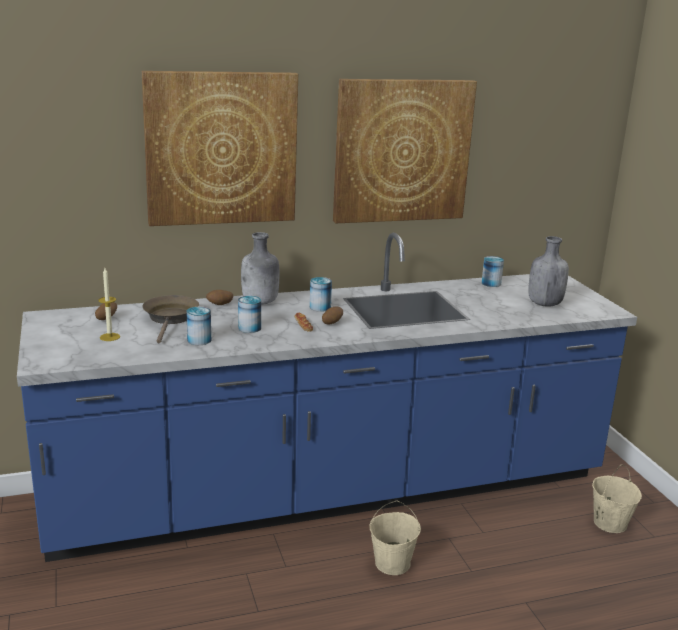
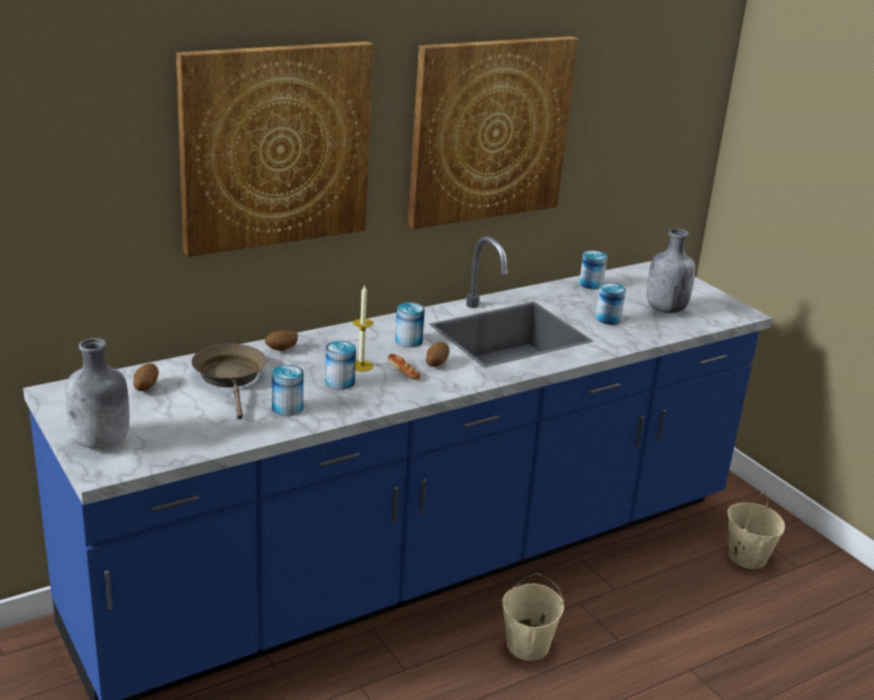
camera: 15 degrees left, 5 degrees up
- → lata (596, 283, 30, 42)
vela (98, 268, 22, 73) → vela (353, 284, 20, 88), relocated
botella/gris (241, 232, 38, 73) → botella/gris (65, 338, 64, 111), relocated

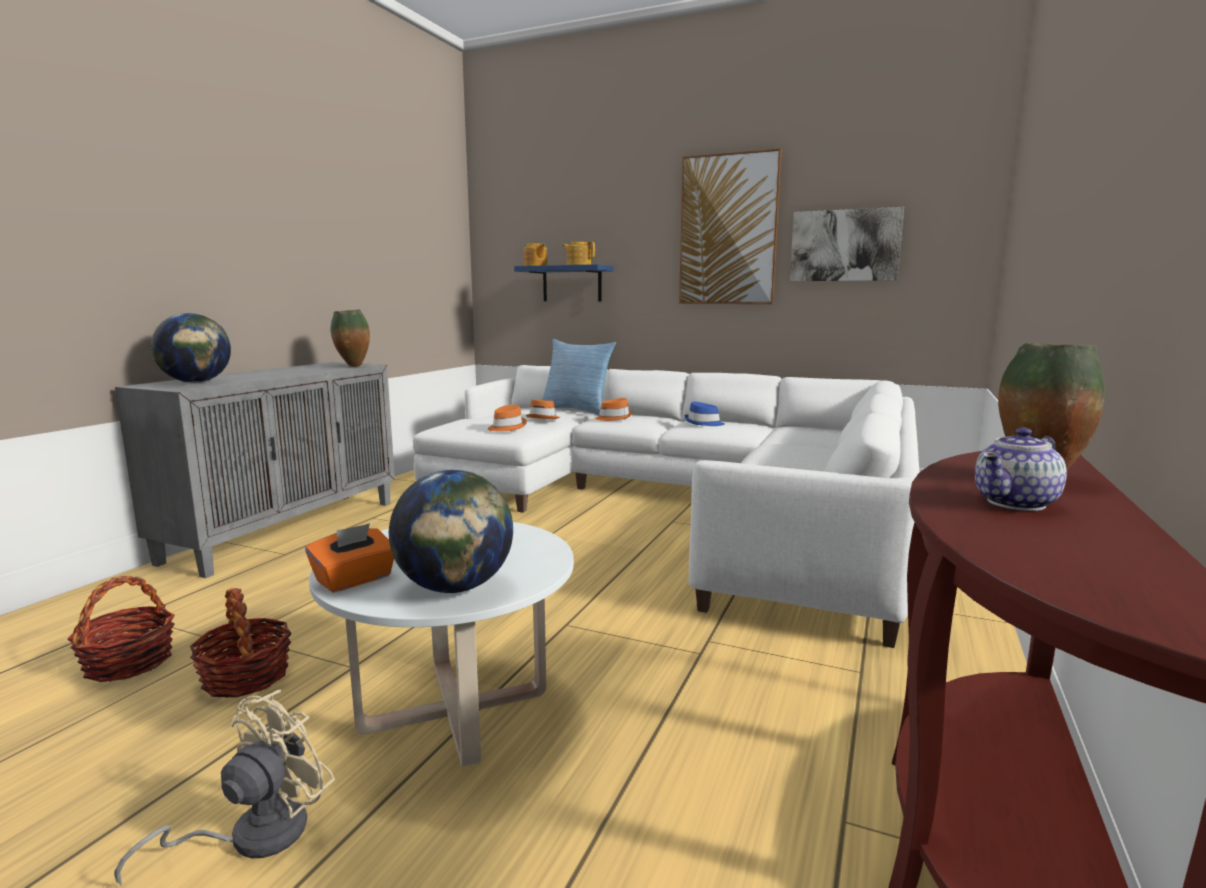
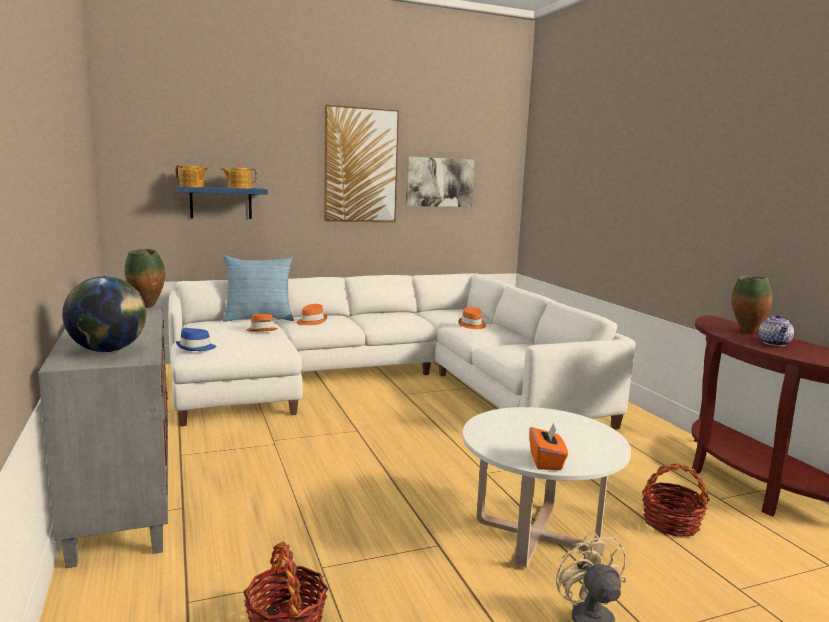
camera: 45 degrees left, 0 degrees up
globo terráqueo (389, 470, 124, 123) → -
cesta (190, 588, 102, 110) → cesta (642, 464, 68, 73), relocated
sombrero/naranja (488, 405, 39, 26) → sombrero/naranja (458, 307, 28, 22), relocated
sombrero/azul (685, 402, 40, 24) → sombrero/azul (176, 328, 40, 23), relocated

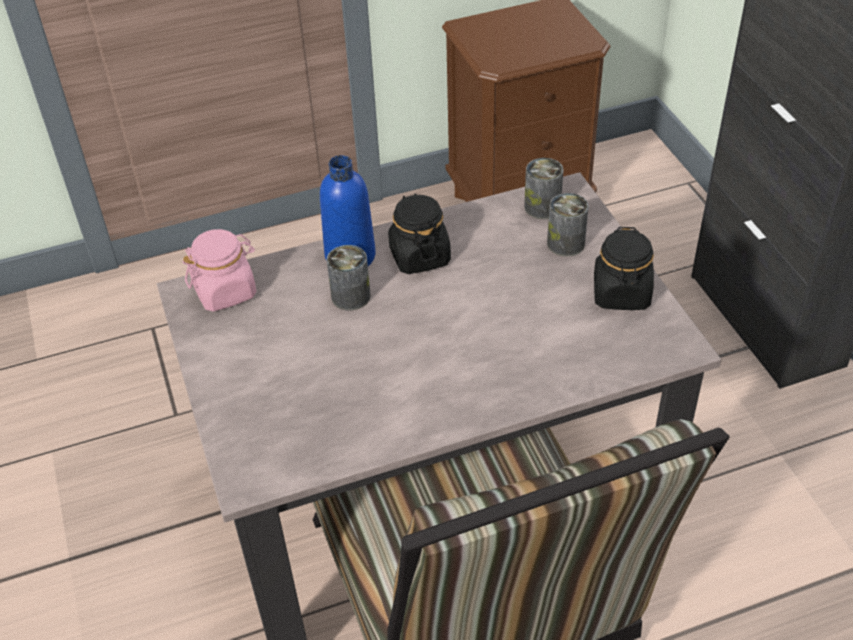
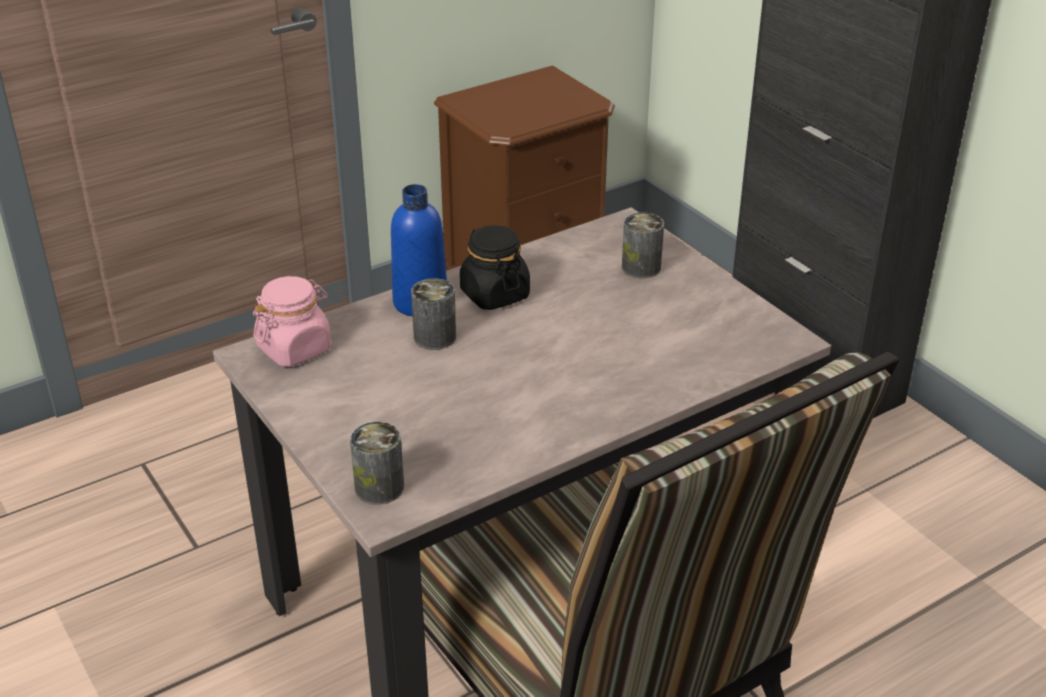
camera: 15 degrees left, 10 degrees down
tarro/negro (594, 227, 60, 83) → -
lata (524, 158, 39, 61) → lata (350, 422, 54, 83), relocated

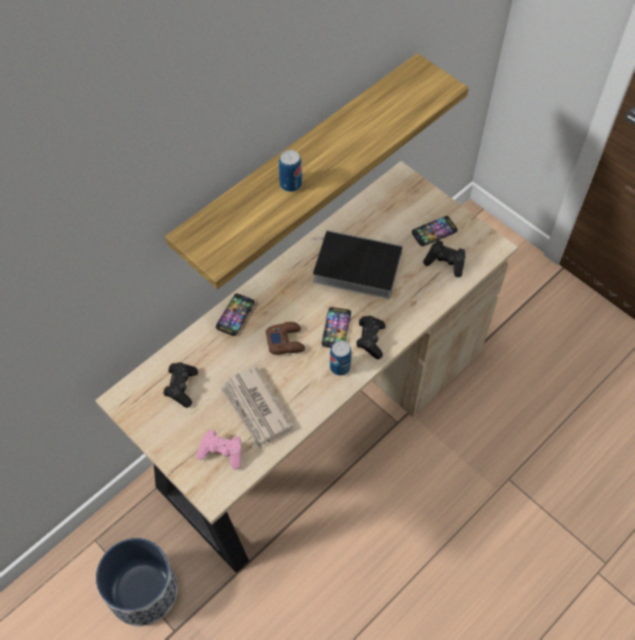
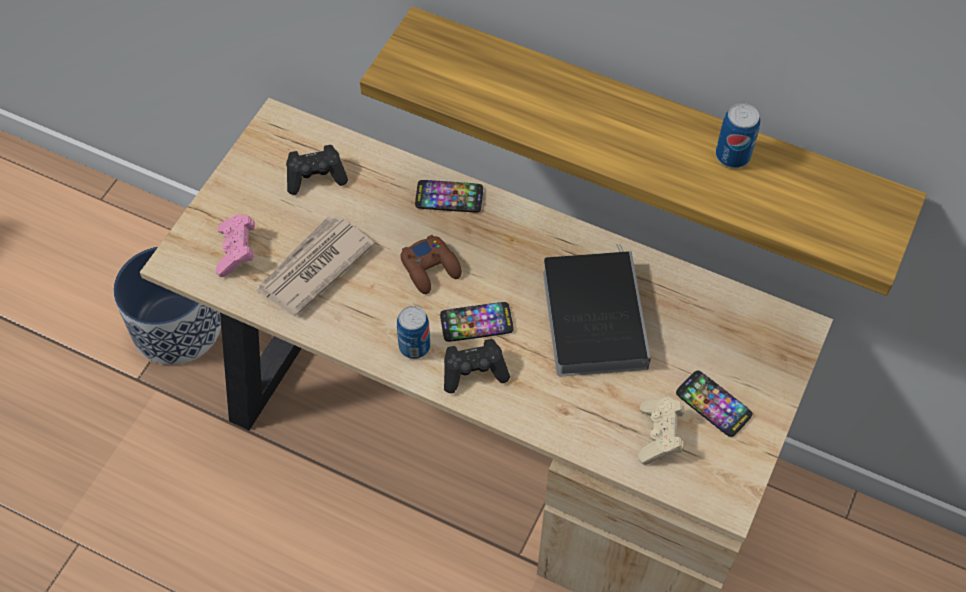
camera: 70 degrees right, 0 degrees up
lata (279, 150, 23, 42) → lata (716, 103, 44, 65), relocated
mando de consola/negro (423, 240, 42, 37) → mando de consola/beis (638, 397, 46, 68)

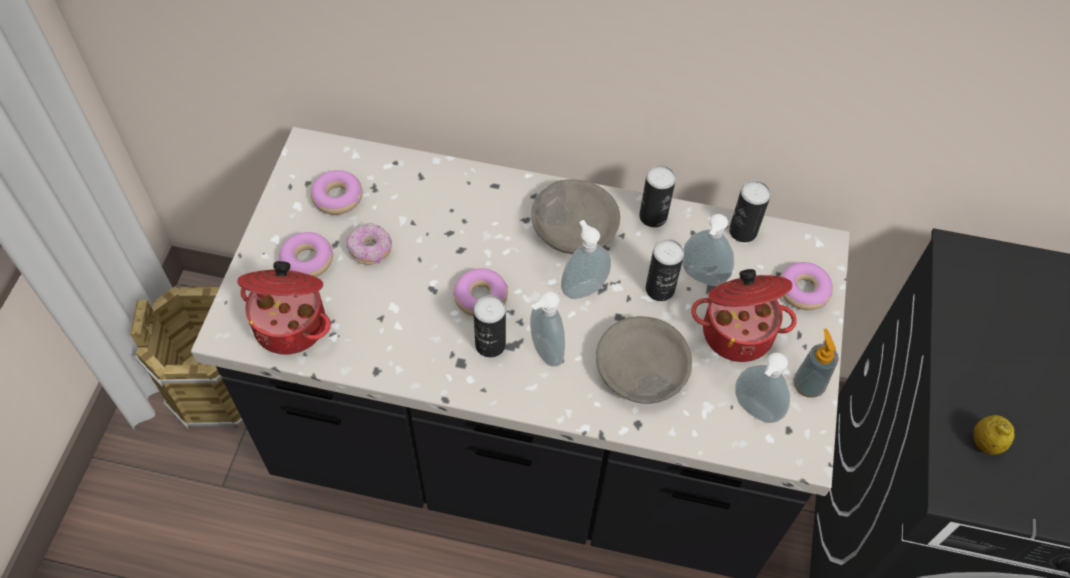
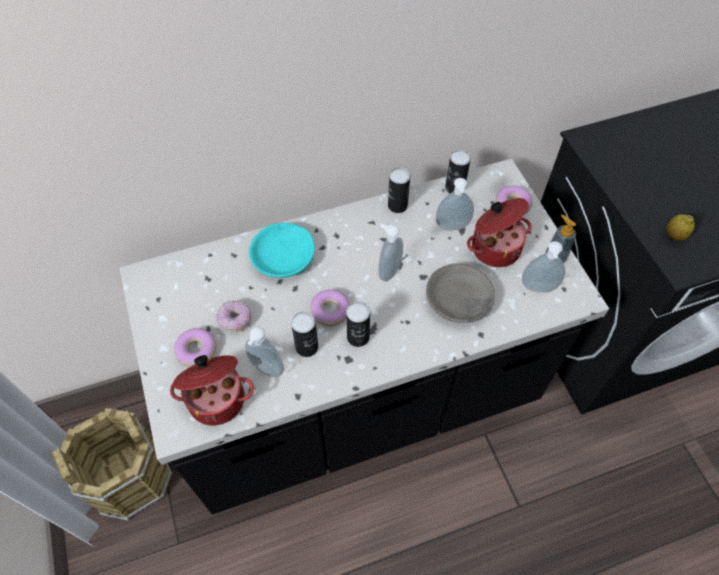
camera: 30 degrees left, 0 degrees up
rosquilla (311, 170, 52, 45) → -
cuenco/gris (531, 179, 89, 75) → -
- → cuenco/turquesa (249, 223, 66, 55)
dispensador de jabón (530, 291, 35, 75) → dispensador de jabón (245, 326, 39, 51), relocated
lata (645, 239, 39, 62) → lata (291, 312, 27, 45), relocated

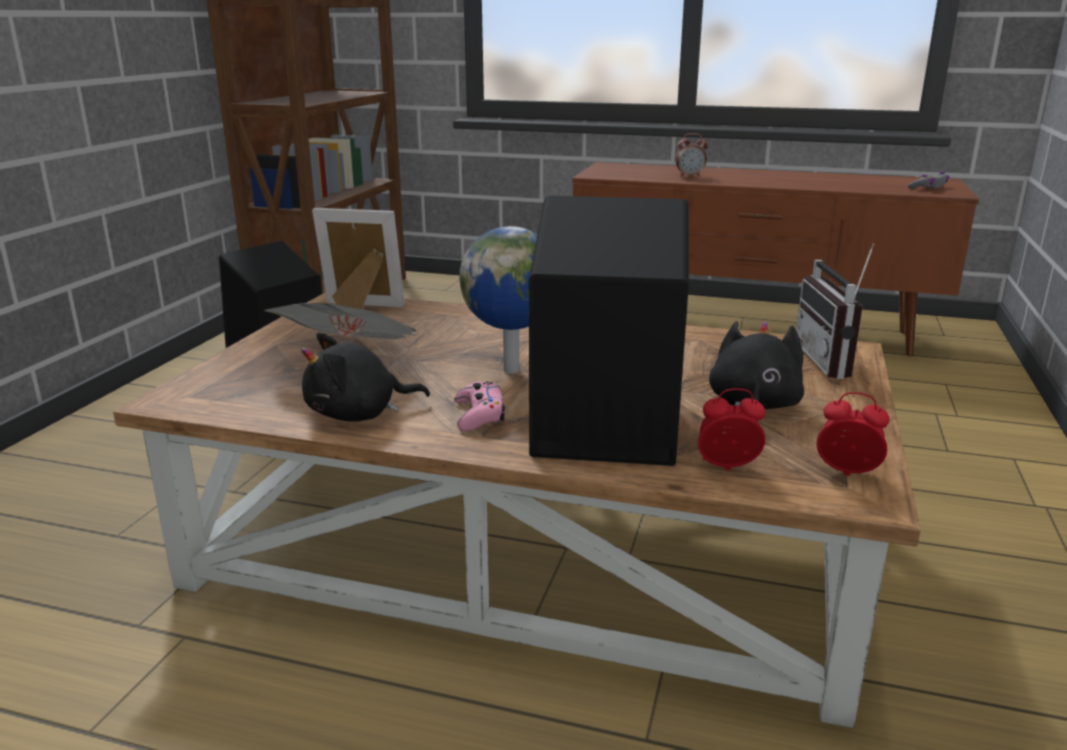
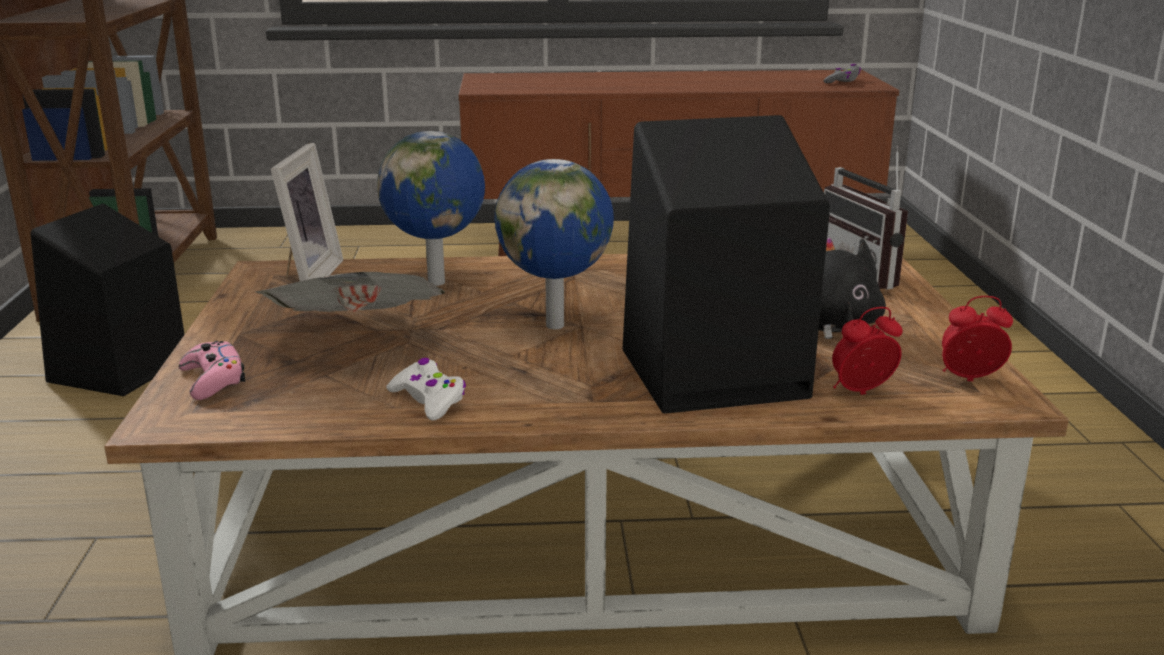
camera: 20 degrees left, 0 degrees up
despertador (675, 133, 33, 44) → -
- → globo terráqueo (377, 131, 108, 155)
mando de consola/rosa (454, 382, 51, 49) → mando de consola/rosa (179, 341, 66, 59), relocated
peluche/negro (301, 332, 129, 90) → mando de consola/blanco (386, 358, 80, 62)
portarretratos (312, 208, 93, 101) → portarretratos (271, 143, 72, 138), 105 degrees clockwise

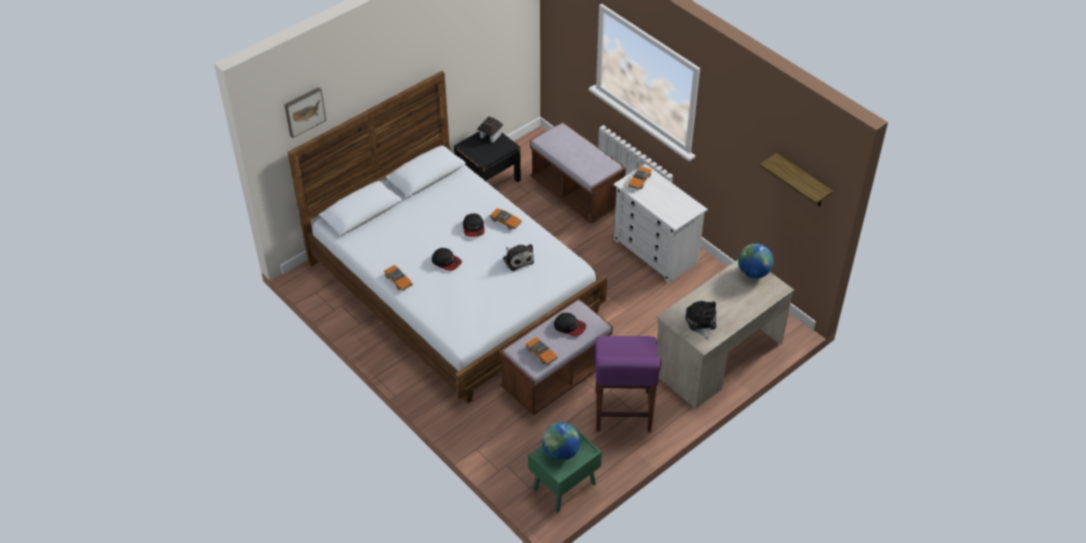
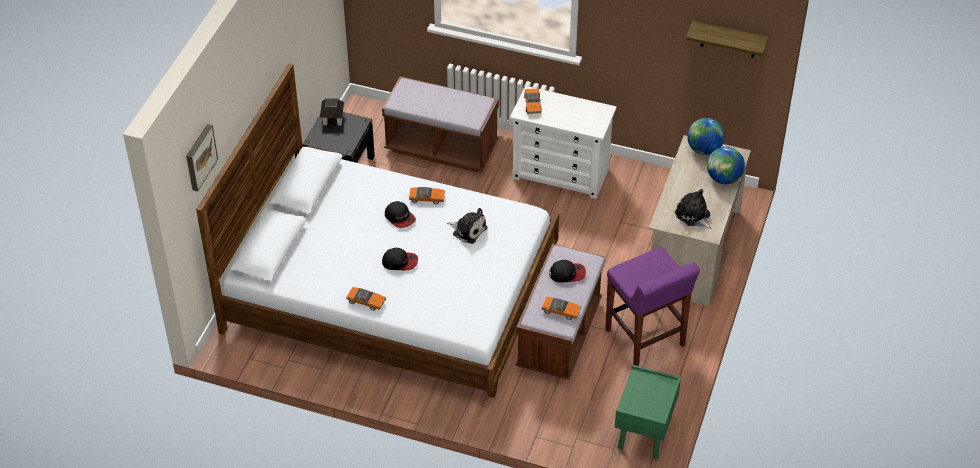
camera: 30 degrees left, 0 degrees up
globo terráqueo (542, 422, 38, 39) → globo terráqueo (707, 147, 38, 37), relocated

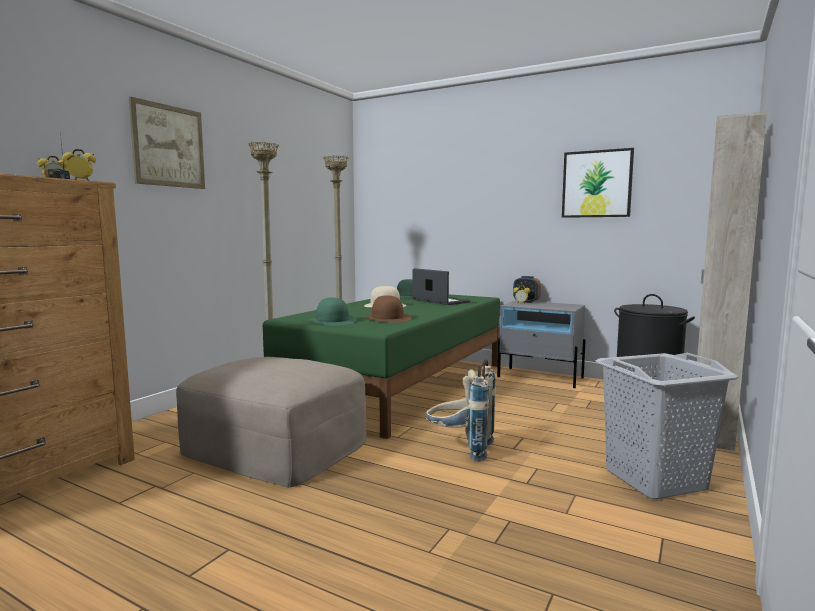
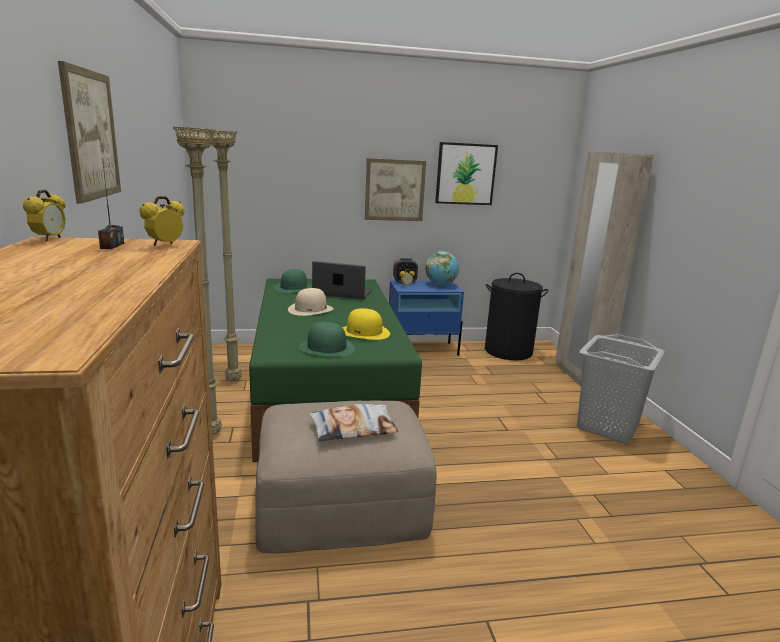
camera: 40 degrees left, 10 degrees up
mochila/beis (425, 359, 71, 103) → -
- → cojín (309, 404, 89, 37)
- → cuadro (365, 158, 61, 63)
- → globo terráqueo (426, 251, 33, 35)
sombrero/marrón (365, 296, 46, 27) → sombrero/amarillo (342, 308, 48, 32)
mesita de noche/gris (497, 300, 89, 88) → mesita de noche/azul (389, 281, 75, 75)

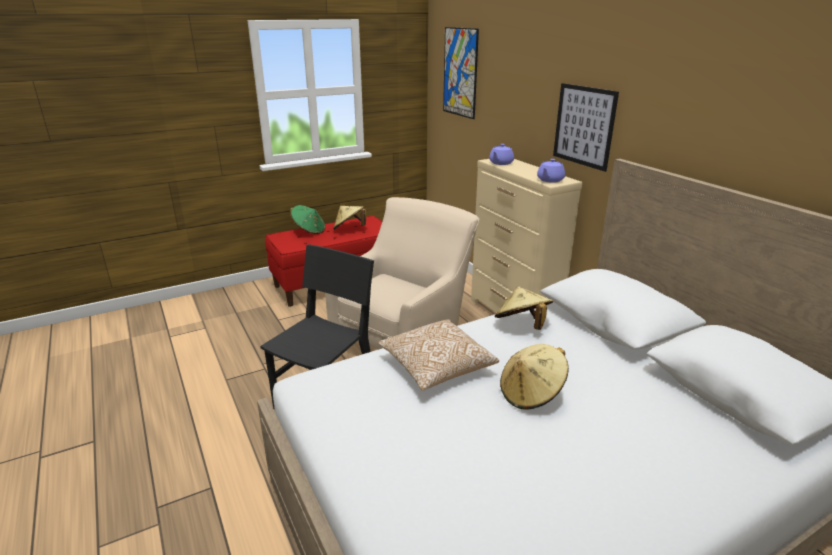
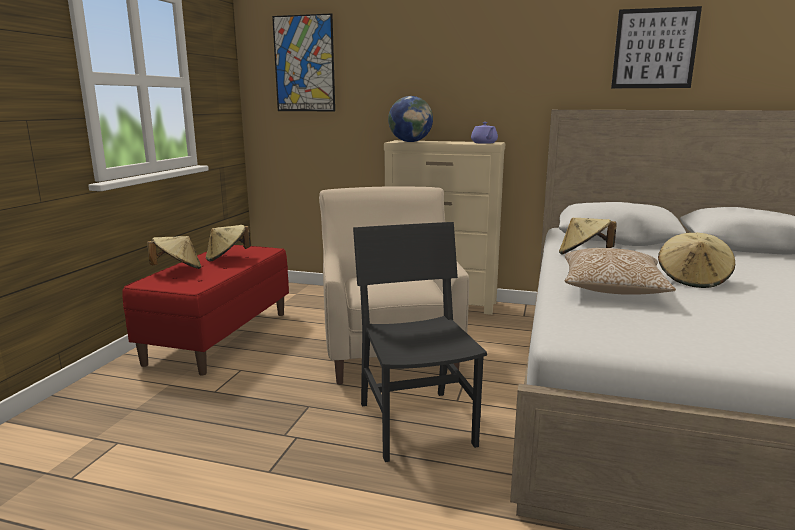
camera: 45 degrees left, 10 degrees down
cuadro (553, 83, 66, 89) → cuadro (611, 6, 91, 82), relocated
tetera/morado (489, 144, 25, 21) → globo terráqueo (388, 96, 45, 46)
sombrero/verde (290, 205, 35, 29) → sombrero/beis (147, 236, 54, 33)

